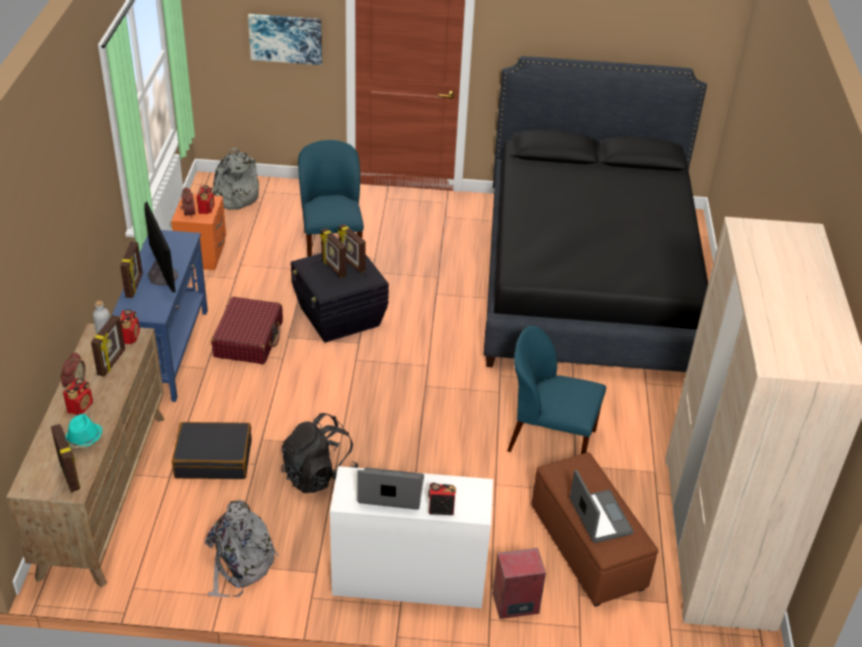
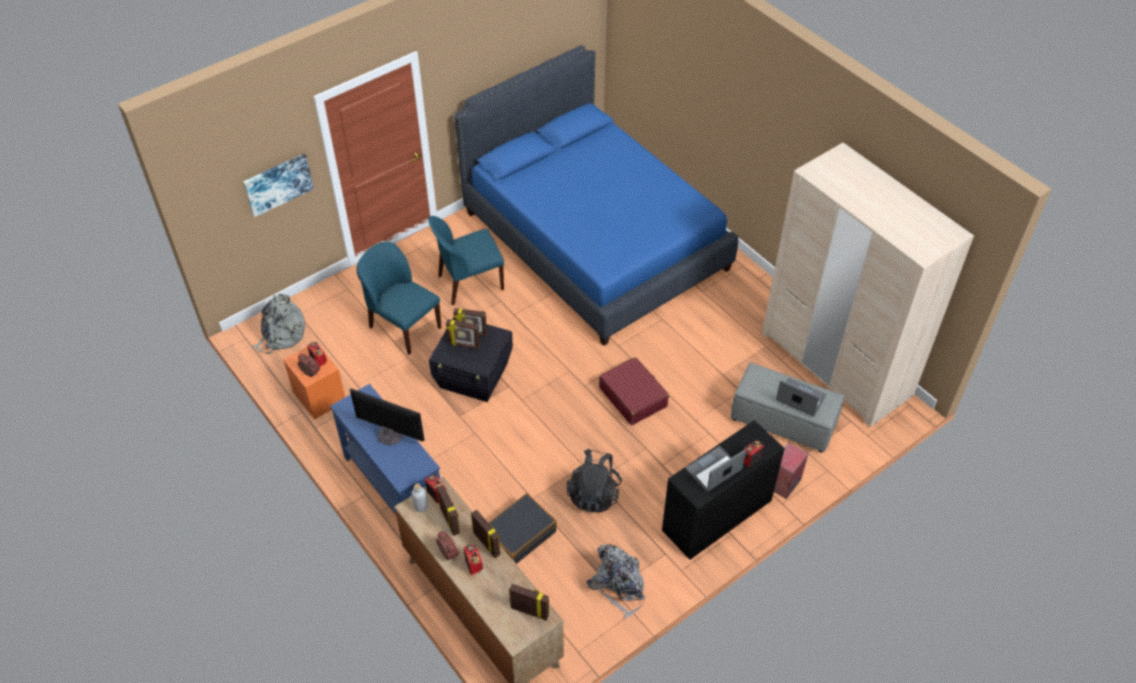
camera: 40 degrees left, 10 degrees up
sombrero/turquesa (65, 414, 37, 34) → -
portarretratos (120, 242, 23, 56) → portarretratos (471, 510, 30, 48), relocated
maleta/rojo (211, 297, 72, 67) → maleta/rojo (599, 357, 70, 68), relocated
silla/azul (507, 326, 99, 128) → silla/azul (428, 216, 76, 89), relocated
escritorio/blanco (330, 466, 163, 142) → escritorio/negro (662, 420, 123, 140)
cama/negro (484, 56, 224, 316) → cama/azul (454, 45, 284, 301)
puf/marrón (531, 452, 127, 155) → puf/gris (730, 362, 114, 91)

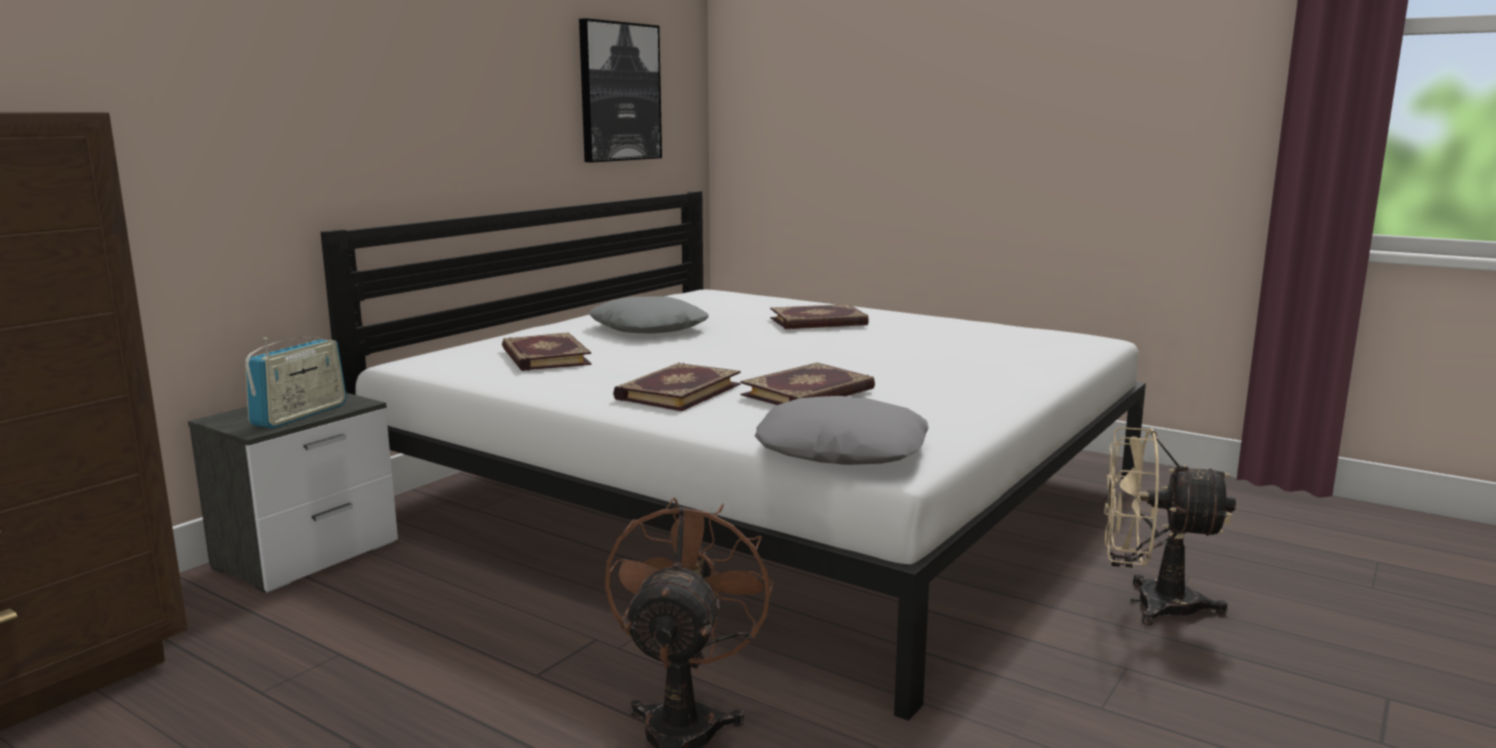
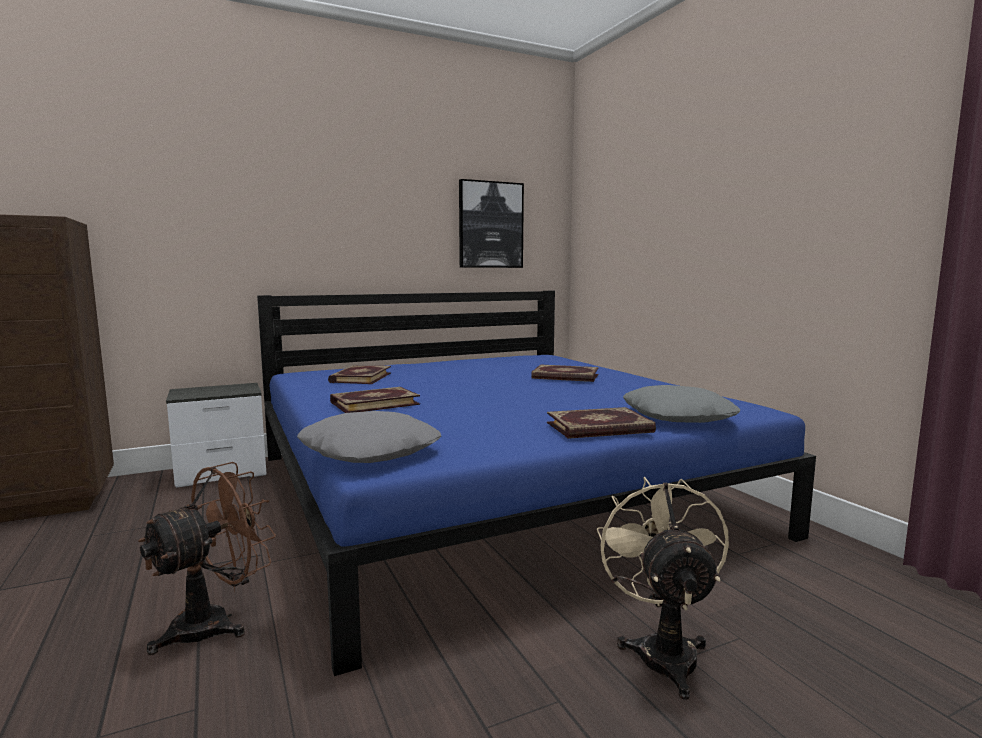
camera: 30 degrees right, 5 degrees down
radio (245, 337, 102, 92) → -
cojín/gris (589, 296, 120, 38) → cojín/gris (623, 385, 117, 38), relocated
libro (741, 363, 134, 42) → libro (547, 407, 109, 32), relocated
cama/blanco (321, 191, 825, 530) → cama/azul (257, 291, 559, 385)
ventilador/beis (1104, 427, 132, 198) → ventilador/beis (597, 477, 132, 223), 45 degrees clockwise

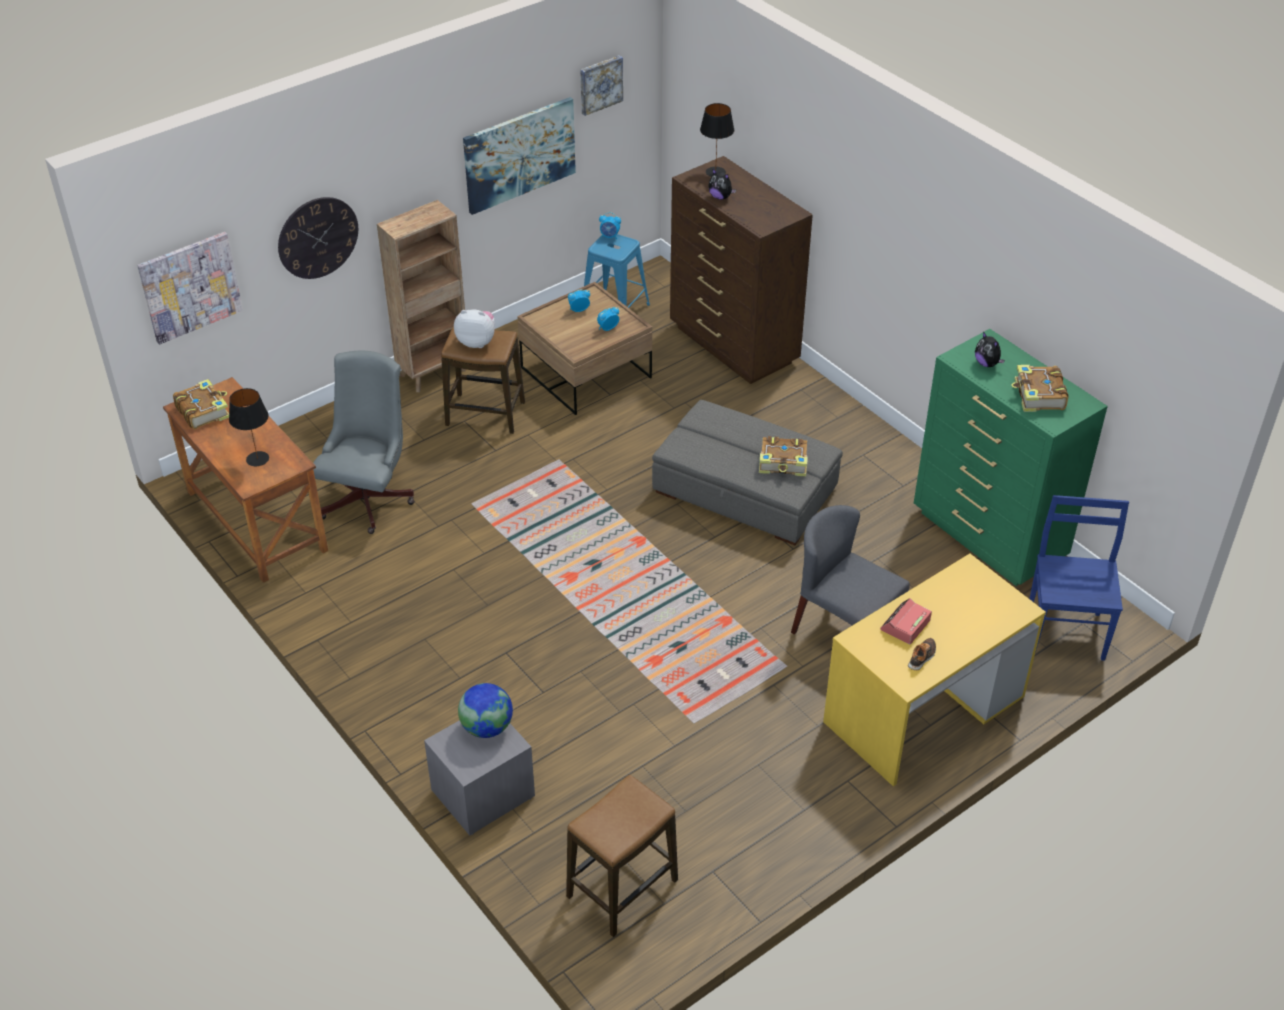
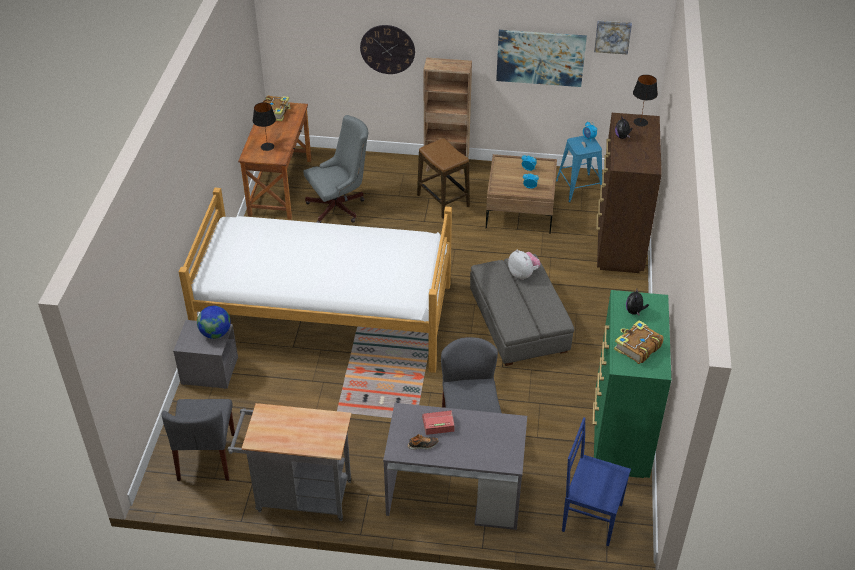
camera: 45 degrees right, 0 degrees up
cuadro (137, 232, 106, 113) → -
libro (759, 436, 49, 41) → -
- → cama (179, 188, 273, 185)
- → carrito/gris (227, 403, 125, 118)
peluche (454, 309, 41, 39) → peluche (508, 250, 33, 30), relocated
taburete (566, 775, 112, 162) → silla/gris (162, 399, 73, 82)
escritorio/amarillo (823, 554, 223, 232) → escritorio/gris (383, 403, 144, 127)
silla/azul (1029, 495, 100, 166) → silla/azul (562, 417, 69, 129), 120 degrees counterclockwise

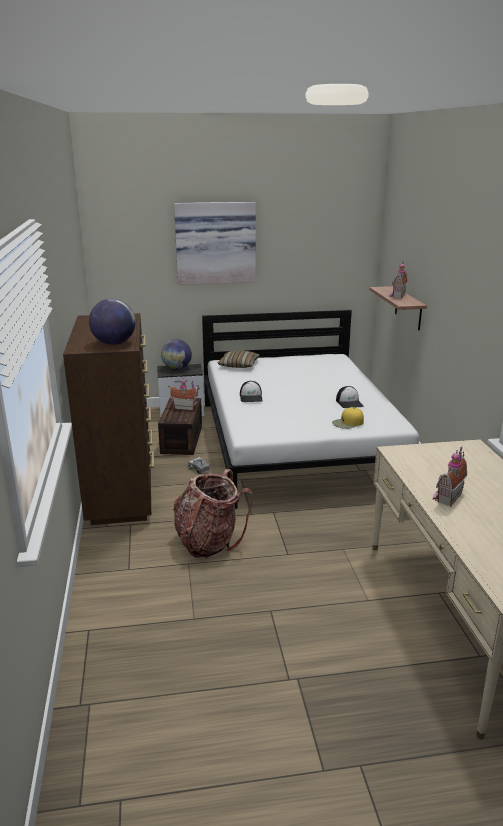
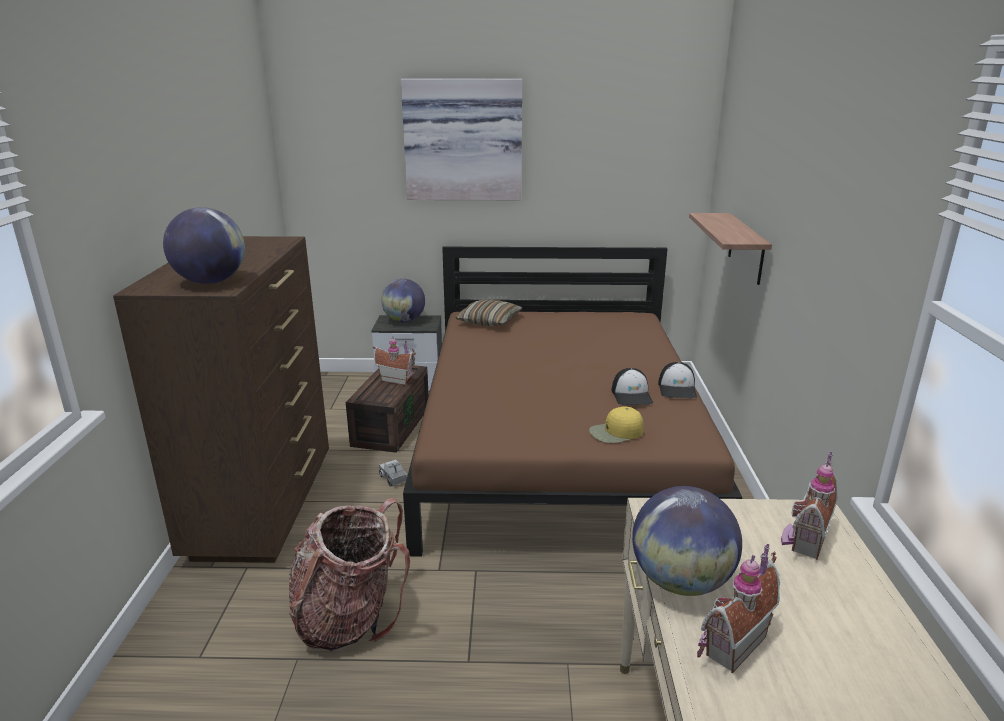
camera: 10 degrees right, 0 degrees up
- → globo terráqueo (632, 486, 110, 110)
gorra (240, 381, 22, 21) → gorra (658, 362, 39, 36), relocated
casita (389, 261, 19, 37) → casita (781, 452, 57, 108), relocated
cama/blanco (202, 310, 217, 199) → cama/marrón (403, 246, 339, 311)

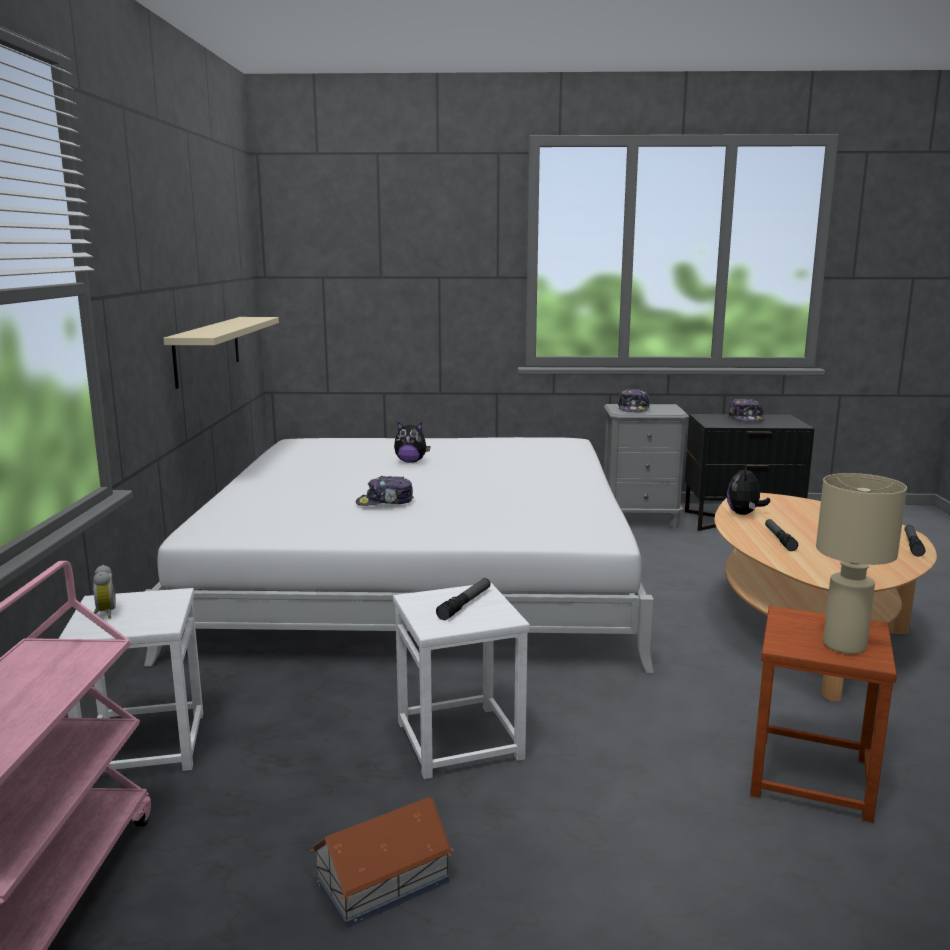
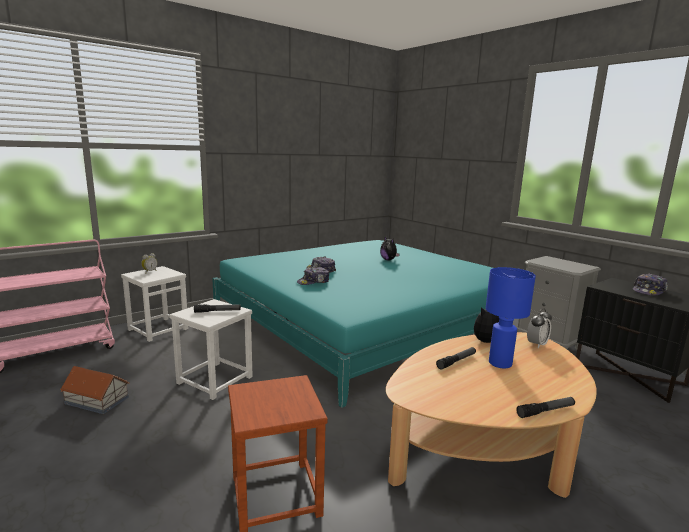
camera: 50 degrees right, 0 degrees up
estante/beis (163, 317, 116, 72) → -
lámpara de mesa/beis (816, 473, 91, 181) → -
- → lámpara de mesa/azul (486, 267, 50, 101)
- → despertador (527, 308, 25, 40)
gorra (618, 389, 33, 23) → gorra (297, 267, 32, 18), relocated
cama/blanco (144, 437, 511, 237) → cama/turquesa (212, 240, 280, 168)

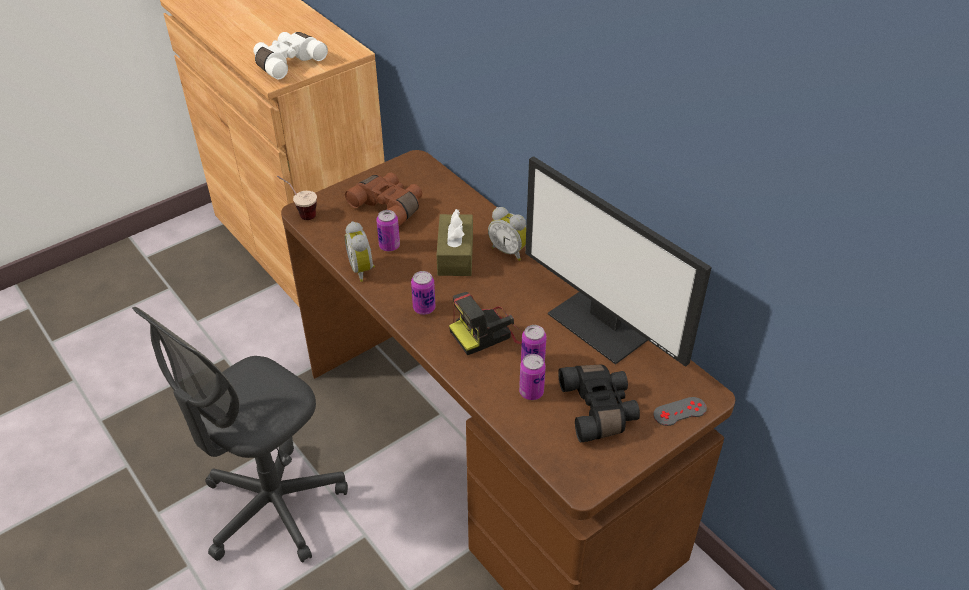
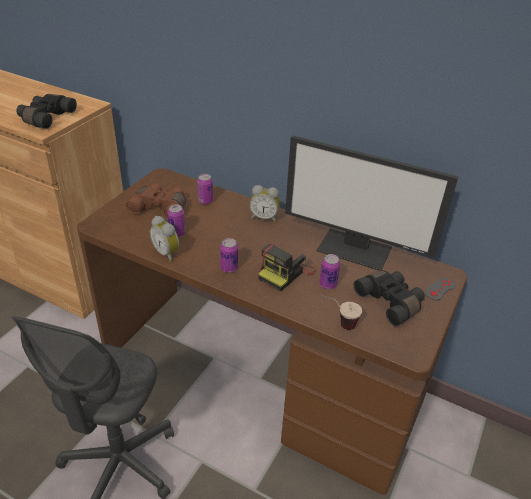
camera: 25 degrees left, 5 degrees down
caja de pañuelos/marrón (436, 209, 37, 67) → -
taza (277, 176, 40, 44) → taza (322, 296, 40, 34), relocated
lata (519, 354, 27, 46) → lata (197, 174, 16, 31), relocated
prismáticos/blanco (253, 32, 75, 47) → prismáticos/negro (16, 94, 61, 35)

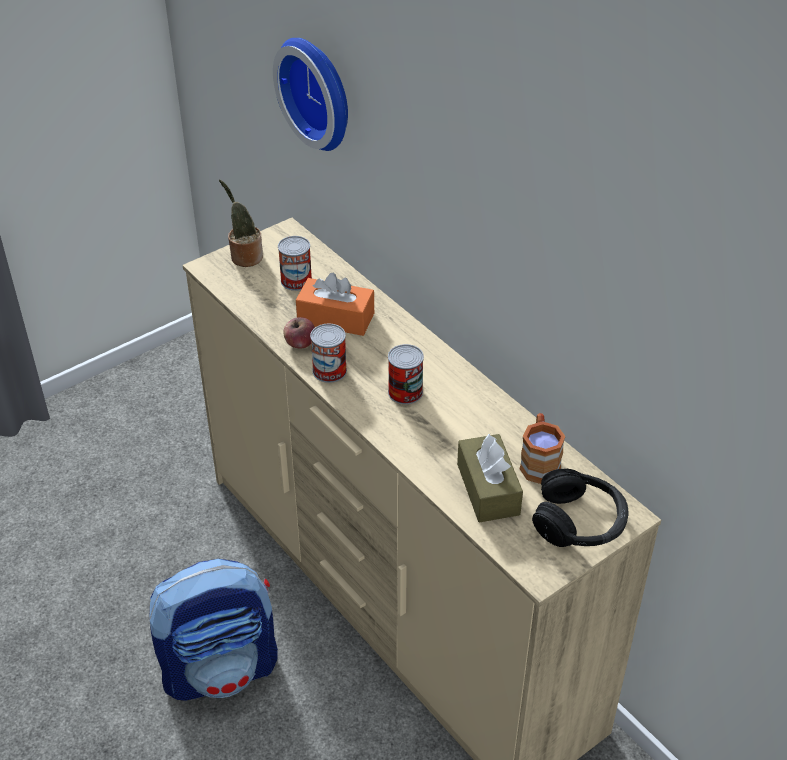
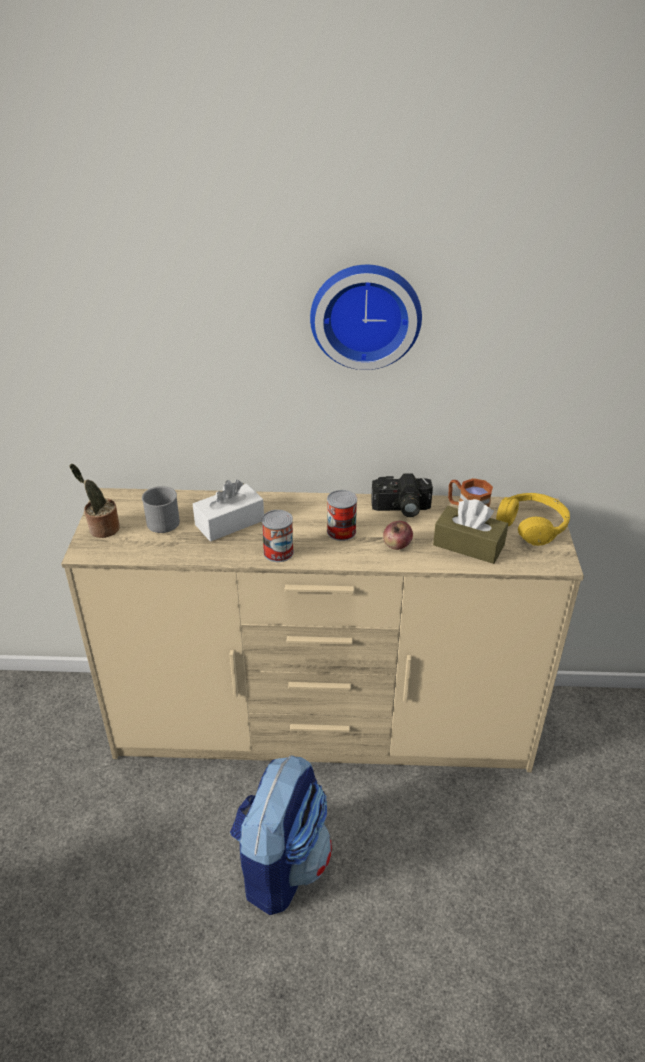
camera: 50 degrees left, 5 degrees down
- → cámara (371, 473, 62, 44)
reloj de pared (273, 38, 75, 113) → reloj de pared (310, 265, 112, 105), relocated
manzana (284, 317, 31, 31) → manzana (383, 521, 30, 29), relocated
lata (278, 236, 34, 55) → taza grande/gris (142, 486, 38, 47)
caja de pañuelos/naranja (296, 273, 78, 63) → caja de pañuelos/blanco (193, 480, 71, 62)
auriculares/negro (532, 469, 96, 78) → auriculares/amarillo (496, 493, 74, 53)

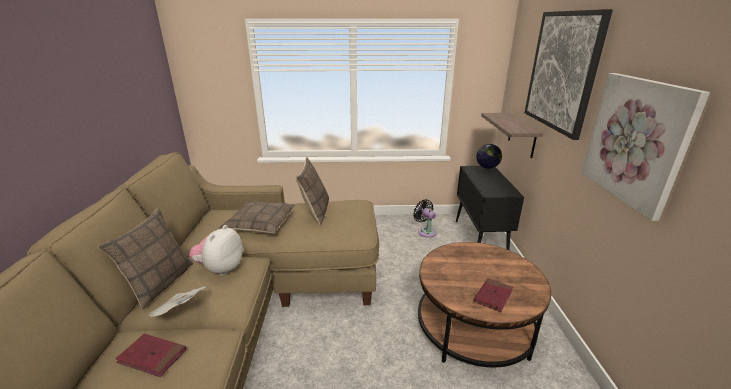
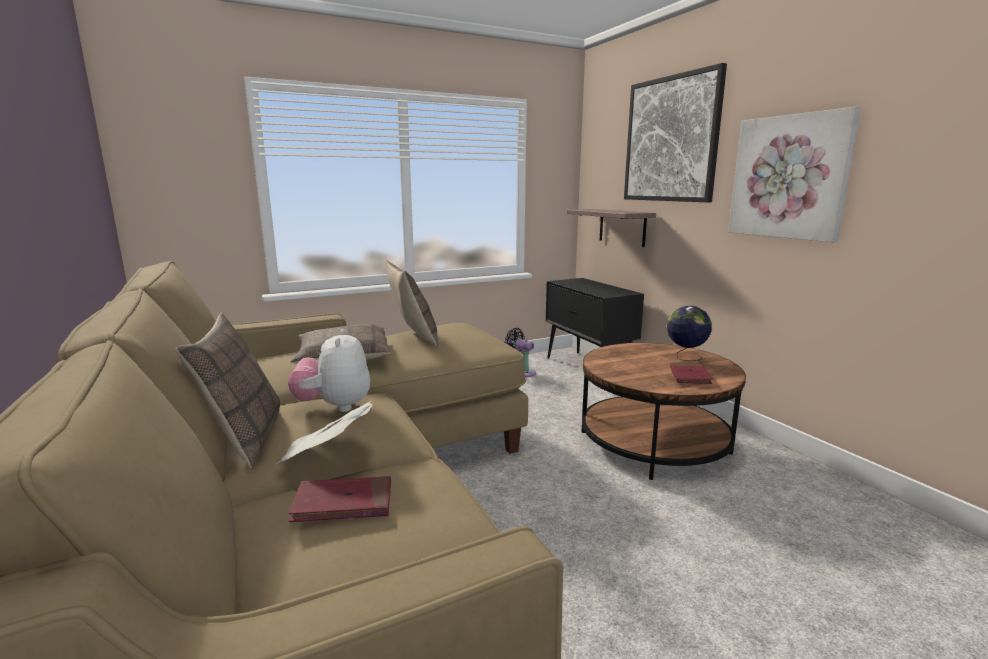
camera: 25 degrees left, 10 degrees down
globo terráqueo (476, 144, 26, 33) → globo terráqueo (667, 306, 45, 55), relocated

